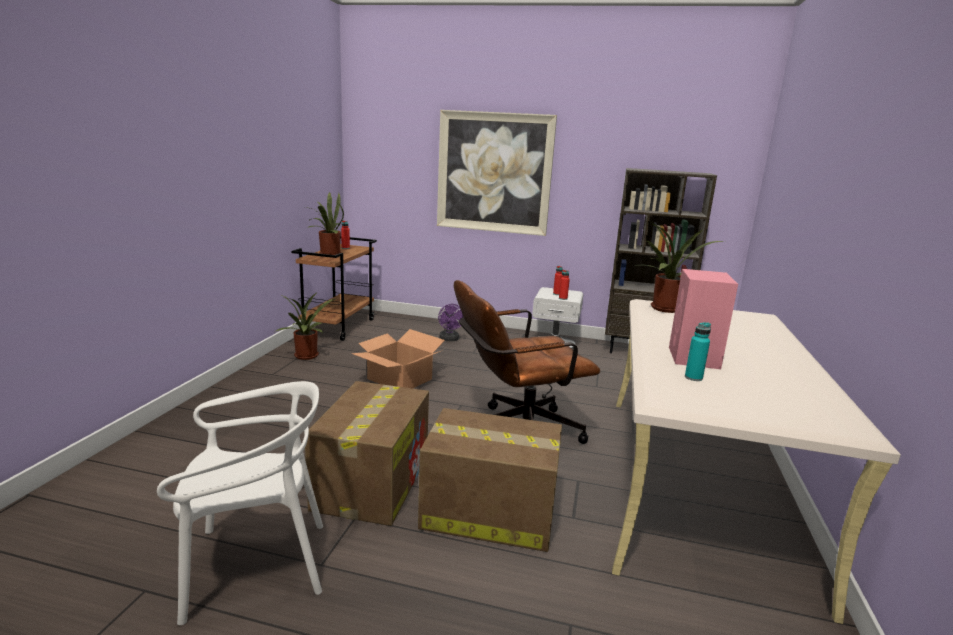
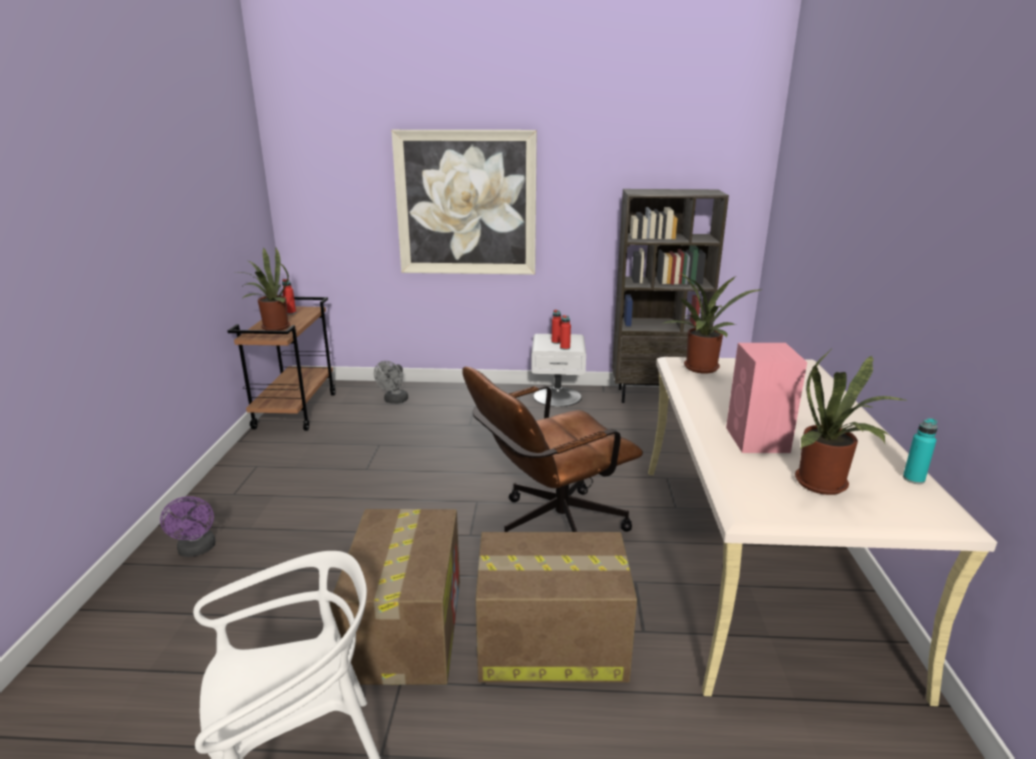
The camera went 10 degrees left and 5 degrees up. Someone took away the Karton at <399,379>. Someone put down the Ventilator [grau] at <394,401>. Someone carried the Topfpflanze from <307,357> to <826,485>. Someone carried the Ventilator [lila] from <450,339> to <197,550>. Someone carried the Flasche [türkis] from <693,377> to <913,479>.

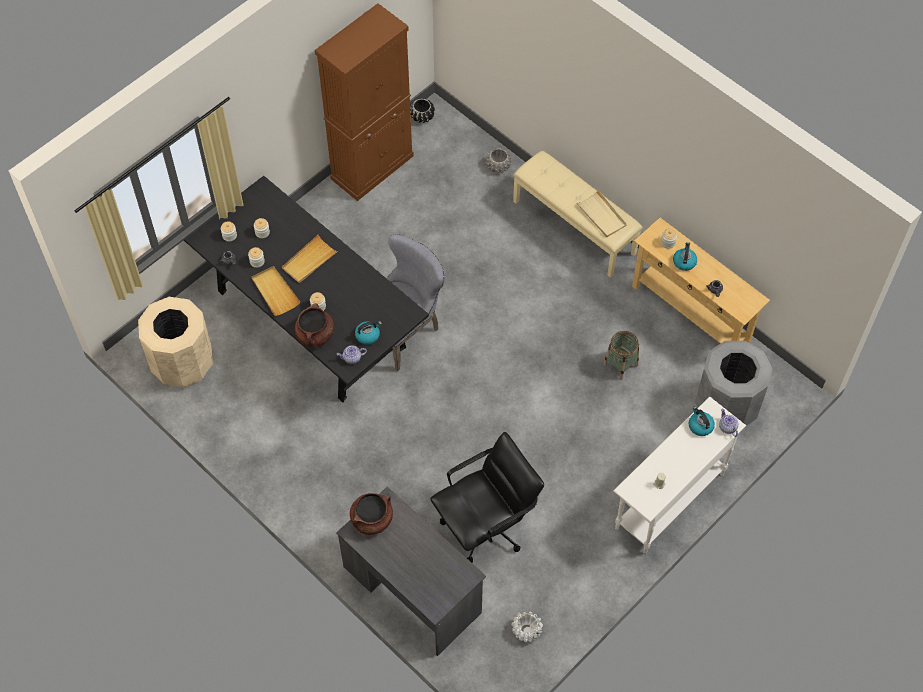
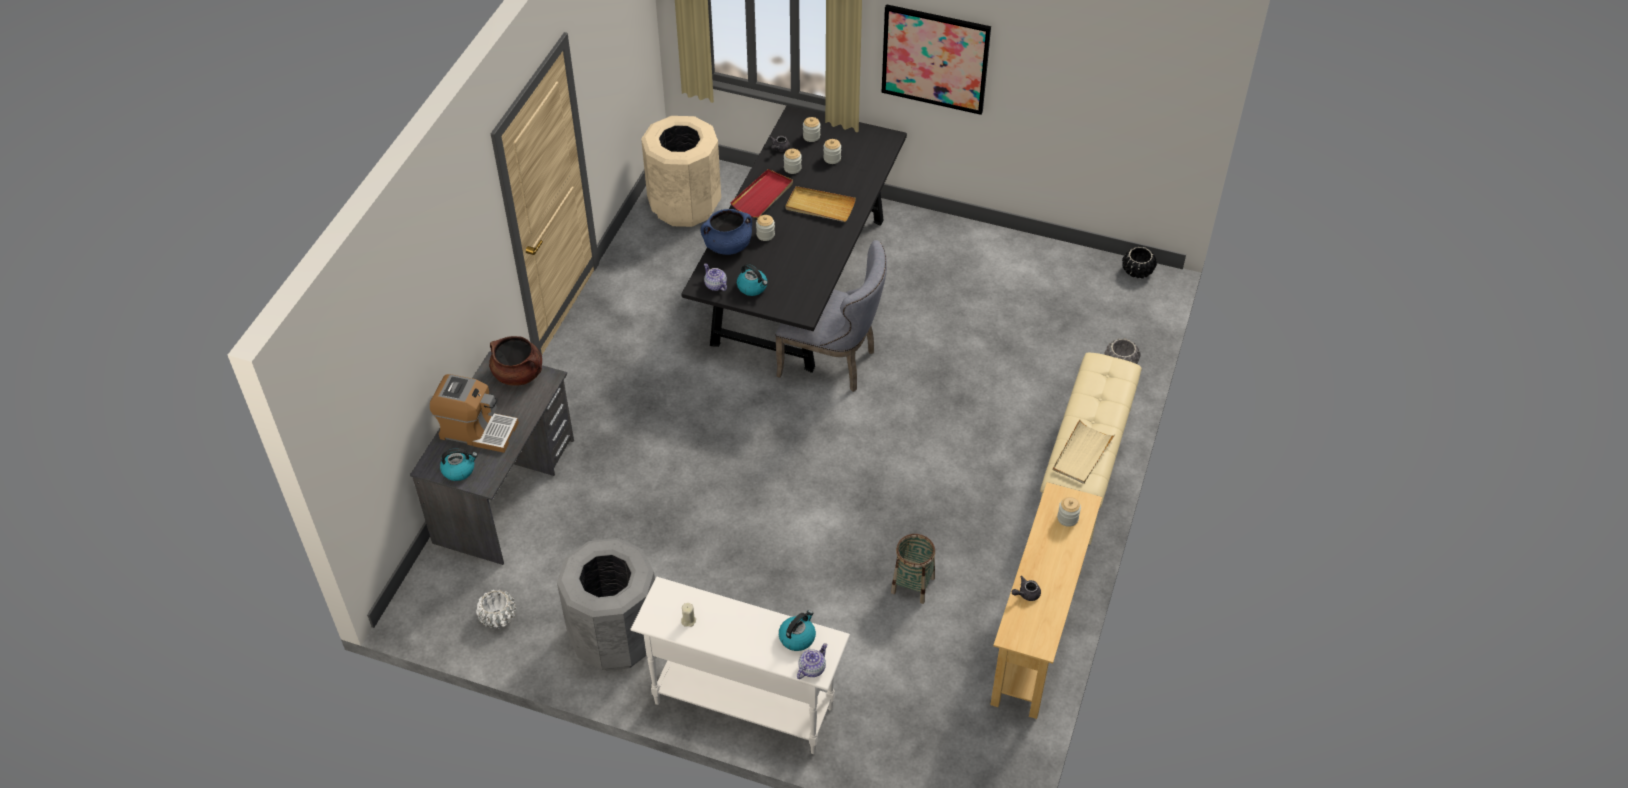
The camera went 65 degrees right and 10 degrees down. Someone took away the Schrank [braun] at <372,167>. Someone took away the Bürostuhl [schwarz] at <486,526>. Someone put down the Kaffeemaschine at <477,430>. Someone put up the Bild at <935,59>. Someone carried the Wasserkessel from <684,262> to <459,470>. Someone carried the Mülleimer [grau] from <726,407> to <615,638>. Someone repainted the Tablett [beige] at <275,292>, which became the Tablett [rot] at <763,195>. Someone repainted the Kochtopf [braun] at <315,335>, which became the Kochtopf [blau] at <727,246>.

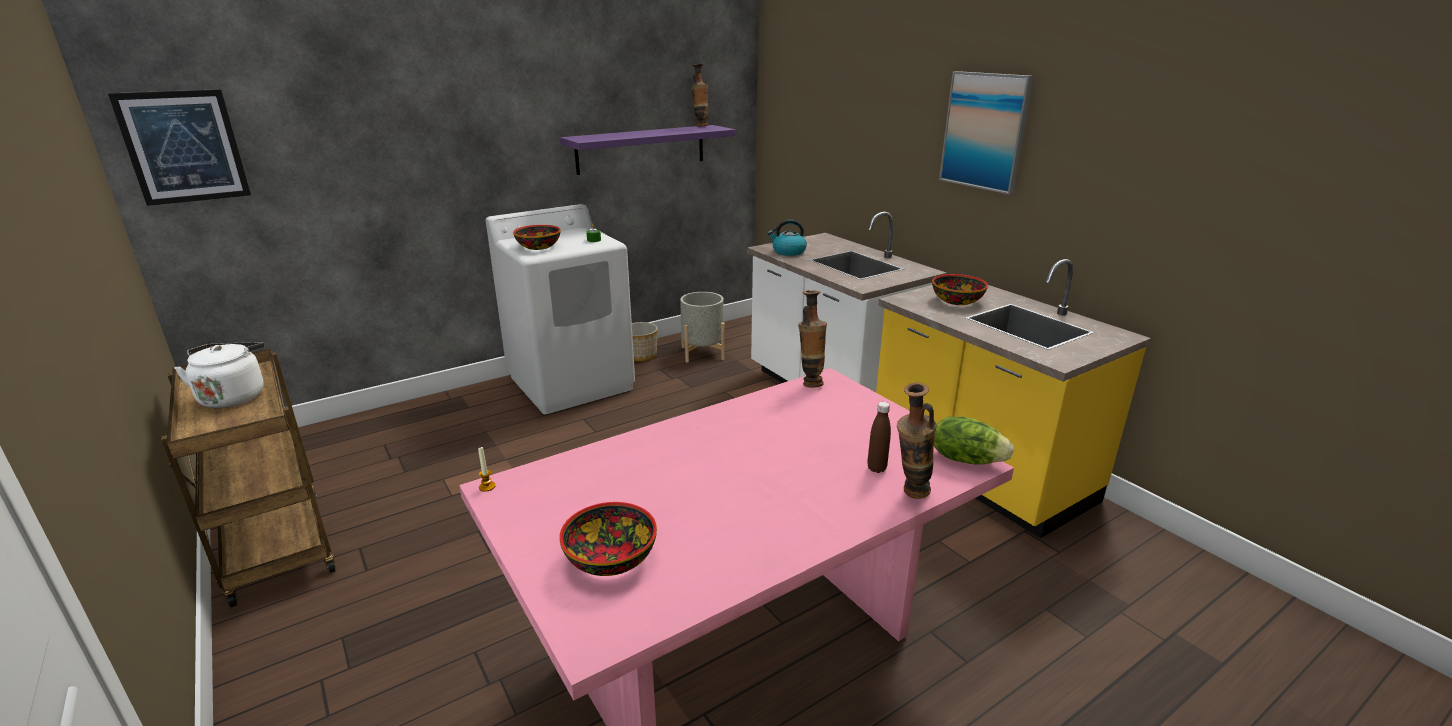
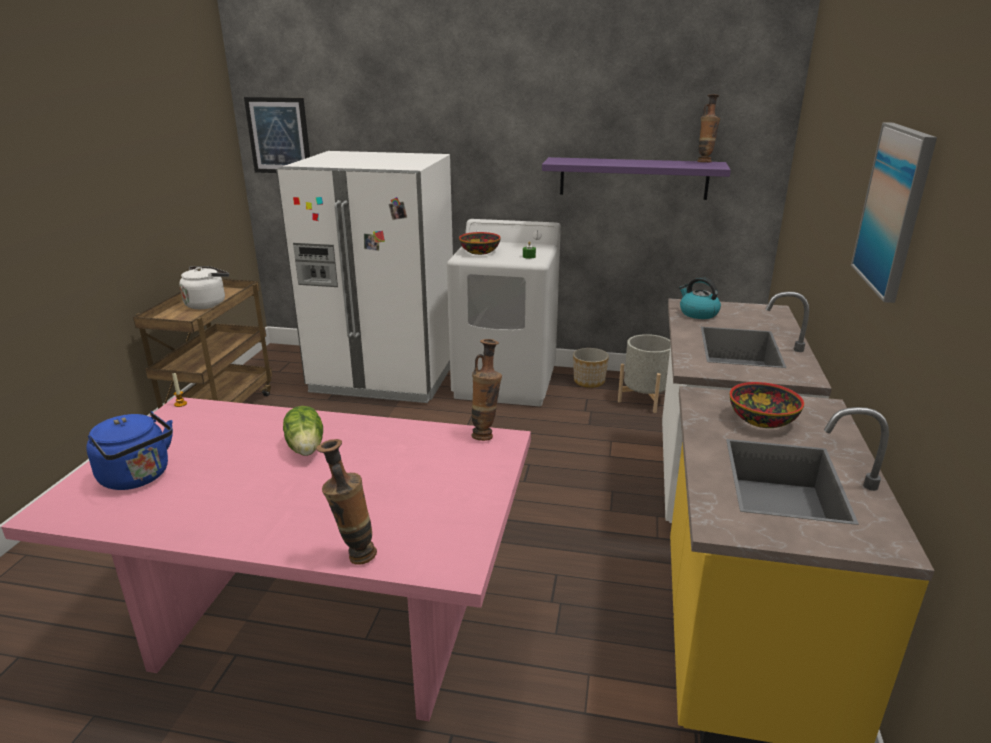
The camera went 45 degrees right and 0 degrees up. Someone took away the Flasche [braun] at <876,468>. Someone put down the Kühlschrank [weiß] at <384,377>. Someone carried the Salatkopf from <966,459> to <306,447>. Someone swapped the Schüssel at <612,558> for the Wasserkessel [blau] at <138,477>.

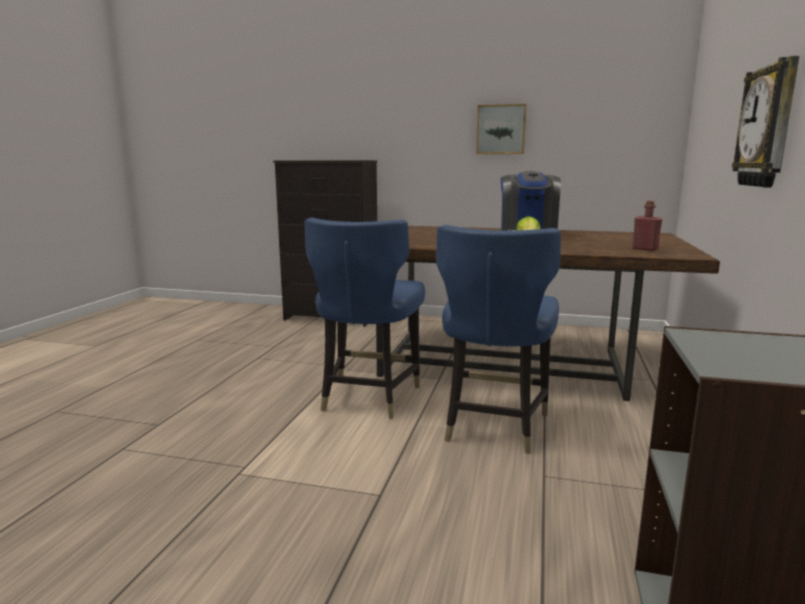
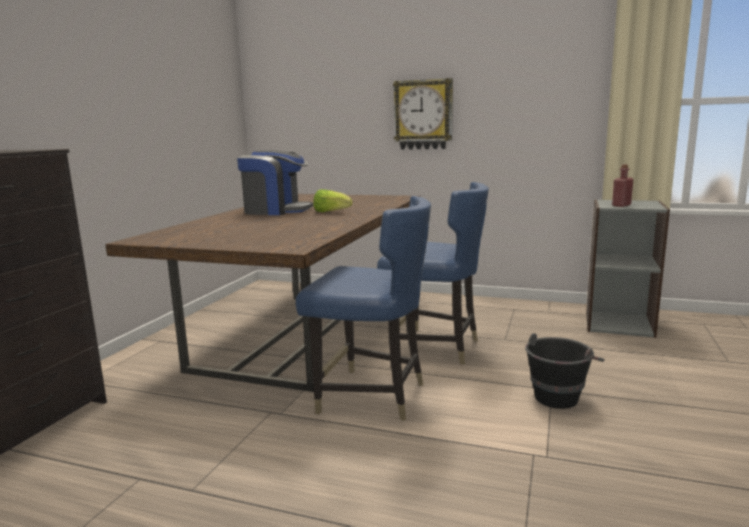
The camera went 85 degrees left and 0 degrees up. Someone took away the Bild at <501,129>. Someone put down the Eimer [schwarz] at <560,395>. Someone carried the Flasche [rot] from <645,249> to <621,205>.

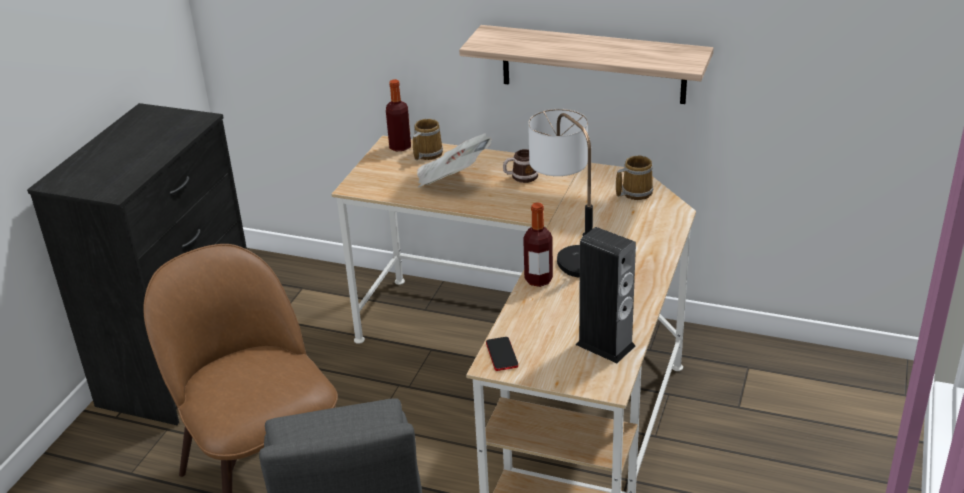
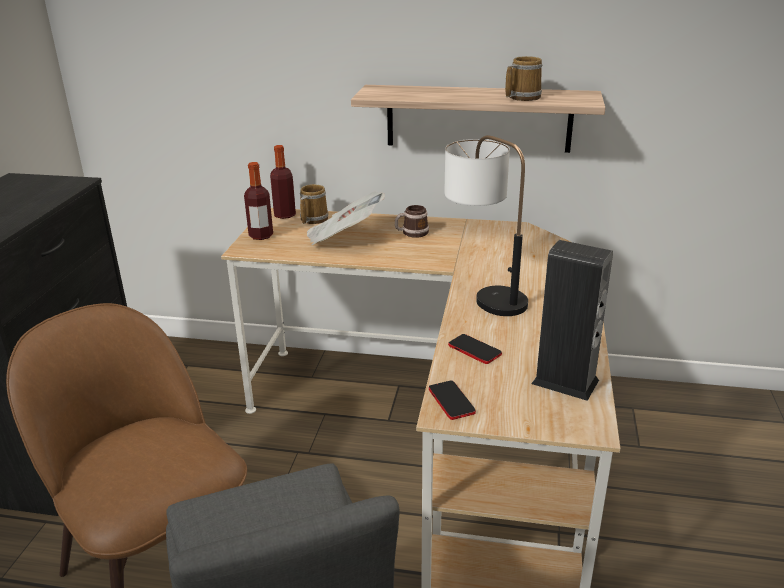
The camera went 10 degrees left and 5 degrees down. Someone put down the Handy at <474,350>. Someone carried the Flasche from <538,280> to <261,236>. Someone carried the Henkelbecher from <634,192> to <522,97>.

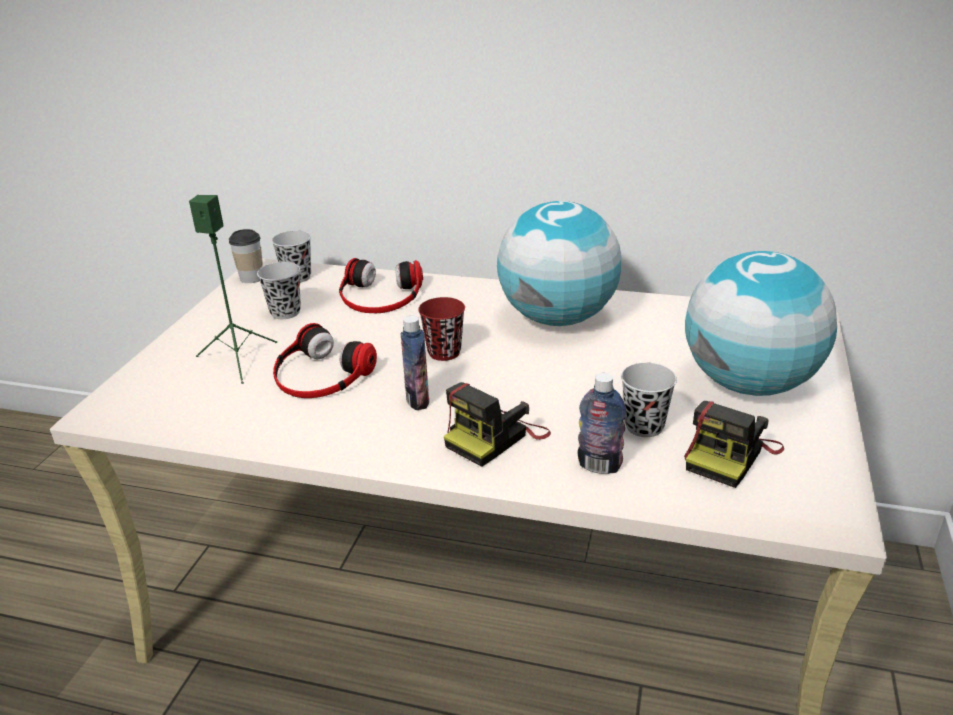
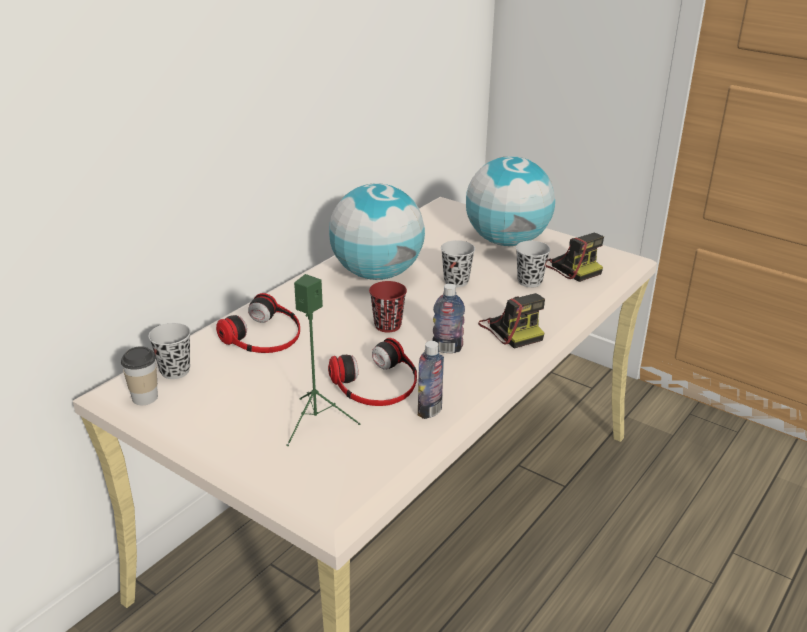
The camera went 70 degrees left and 0 degrees up. Someone carried the Tasse [schwarz] from <285,312> to <456,281>. Someone carried the Flasche from <599,466> to <429,411>.

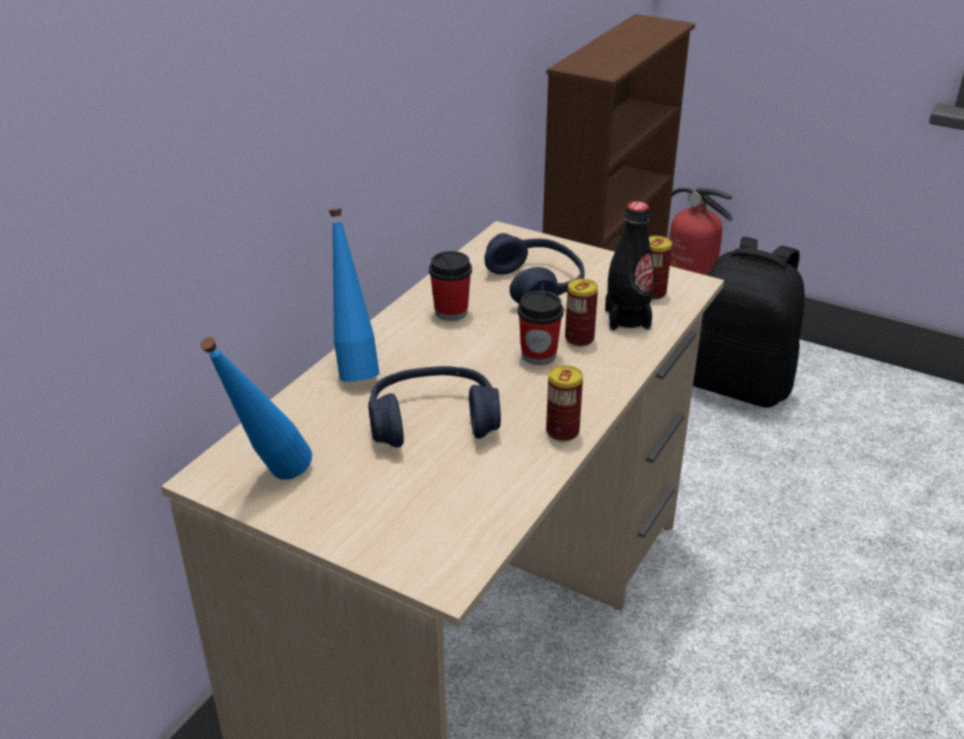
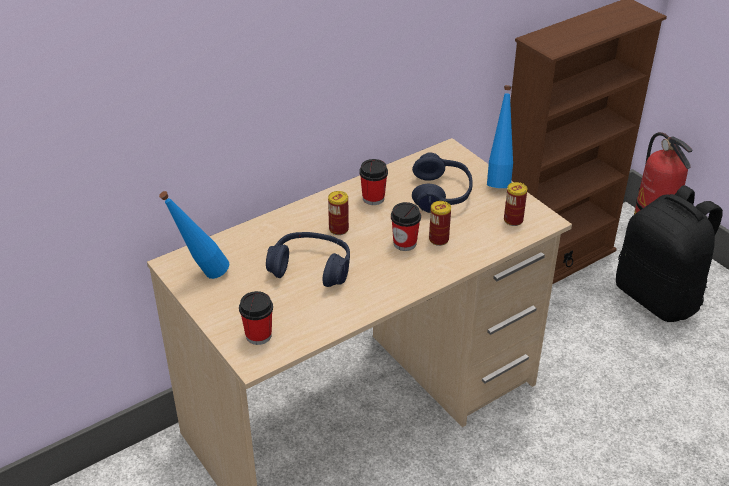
The camera went 25 degrees right and 5 degrees up. Someone took away the Flasche [schwarz] at <627,319>. Someone put down the Tasse at <258,335>. Someone carried the Flasche [blau] from <354,369> to <498,180>. Someone carried the Dose from <562,431> to <338,229>.

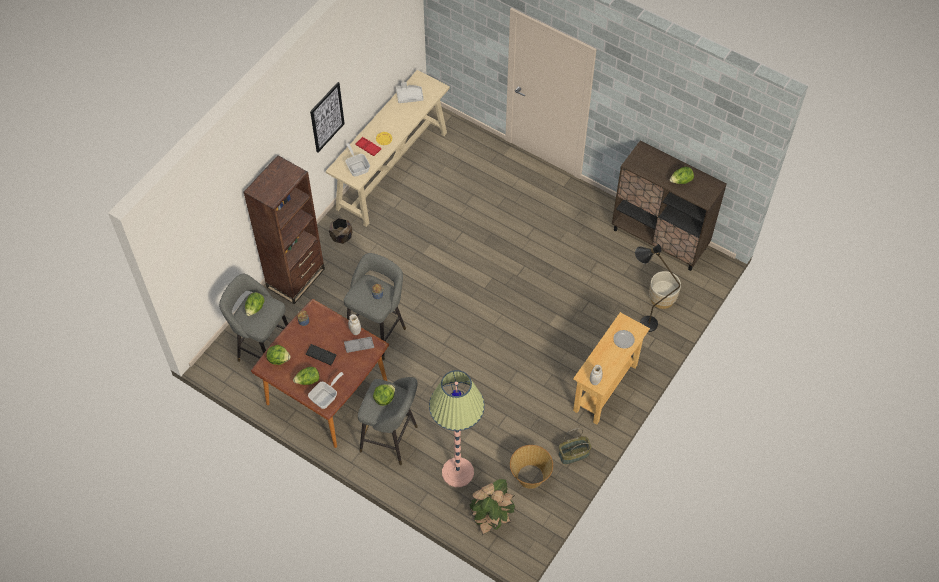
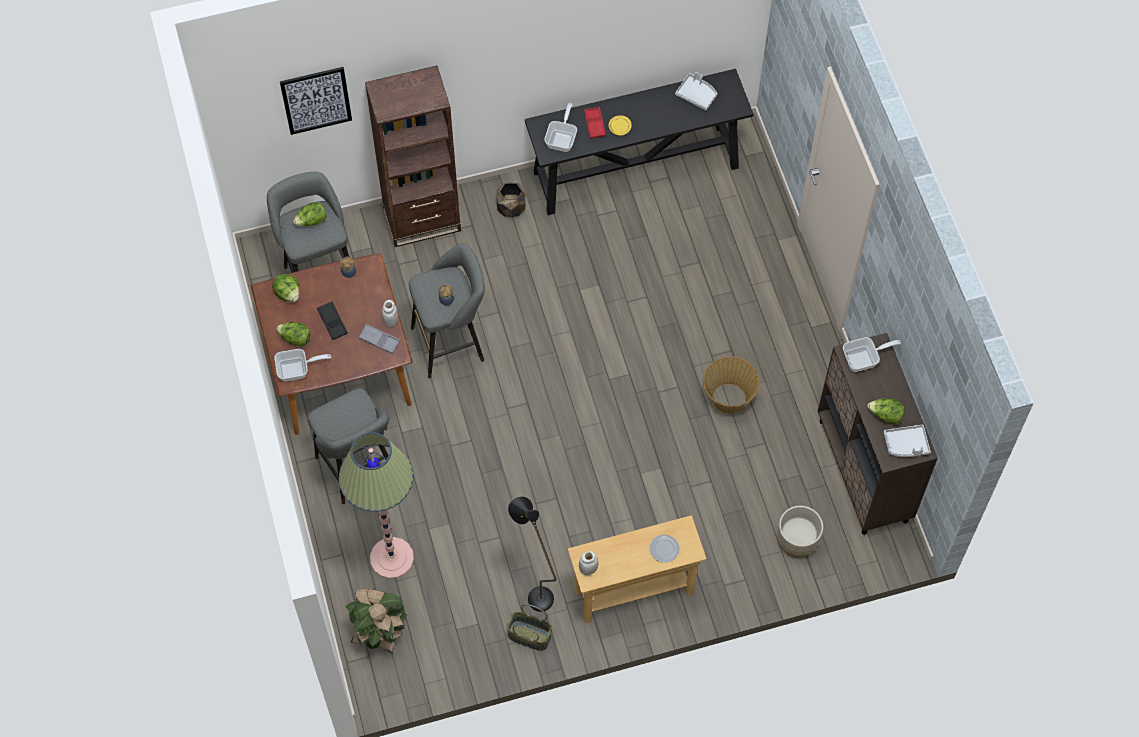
The camera went 40 degrees right and 5 degrees up. Someone took away the Salatkopf at <384,398>. Someone put down the Pfanne at <864,359>. Someone put down the Tablett [grau] at <906,444>. Someone carried the Bild from <327,117> to <316,100>. Someone carried the Korb from <530,477> to <728,399>. Someone carried the Stehlampe [schwarz] from <642,323> to <534,592>. Someone repainted the Konsolentisch [beige] at <392,170>, which became the Konsolentisch [schwarz] at <637,169>.

